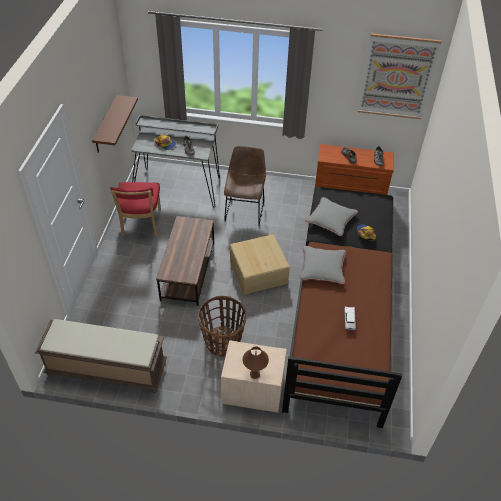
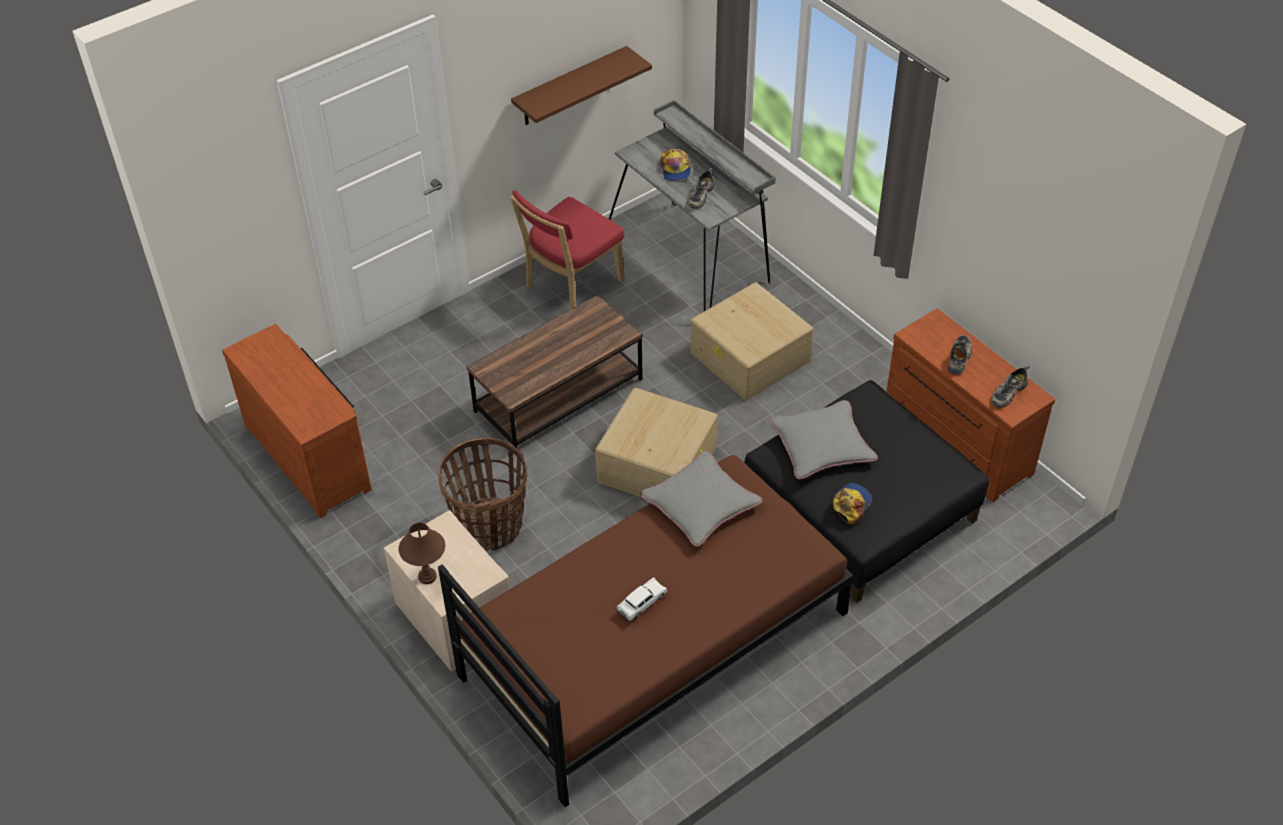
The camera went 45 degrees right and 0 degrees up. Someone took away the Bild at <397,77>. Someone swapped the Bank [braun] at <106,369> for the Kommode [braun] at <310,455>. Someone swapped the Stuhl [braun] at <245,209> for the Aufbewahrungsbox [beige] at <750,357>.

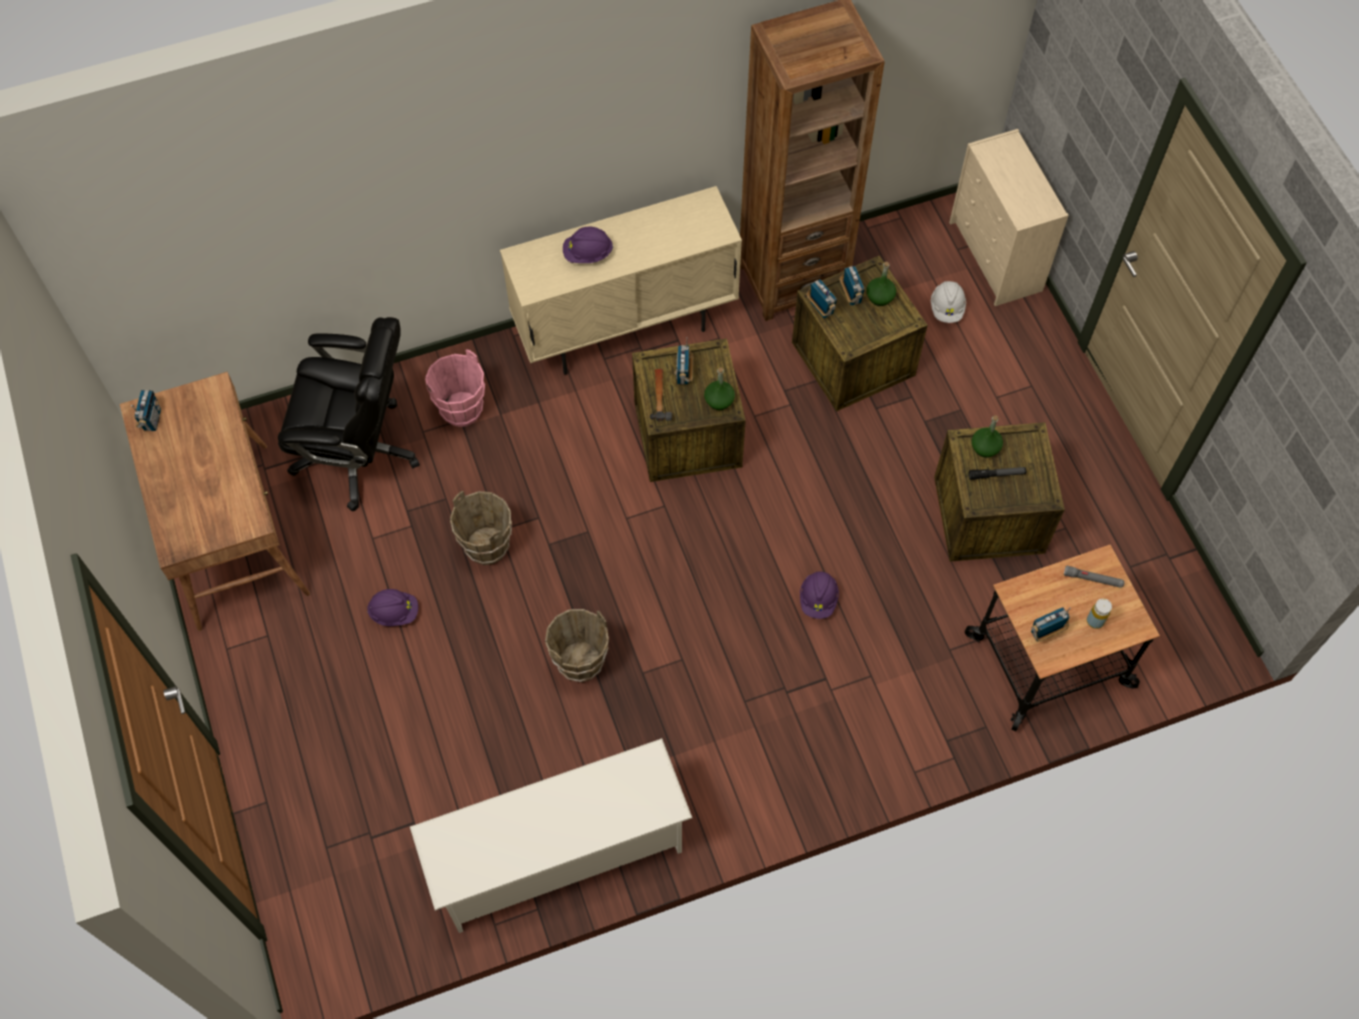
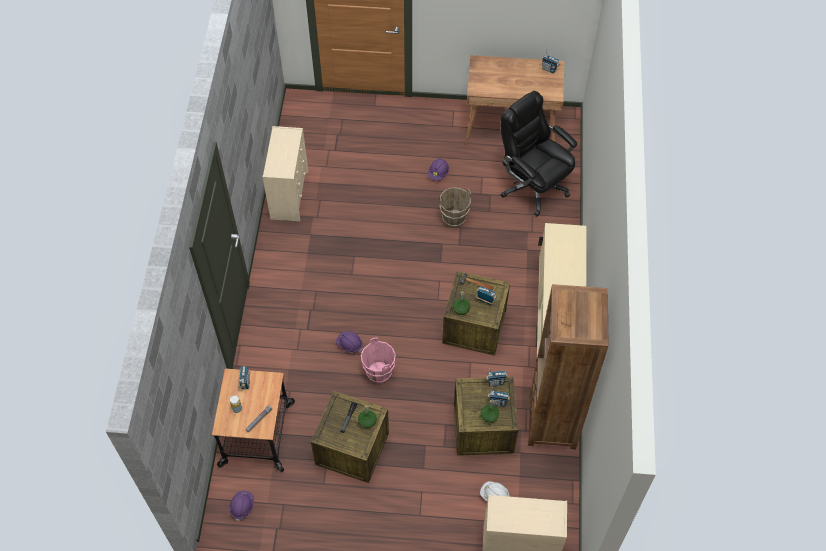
The camera went 115 degrees right and 5 degrees down. Someone took away the Eimer [braun] at <580,662>. Someone carried the Eimer [rosa] from <462,410> to <378,373>. Someone carried the Schutzhelm [lila] from <588,254> to <242,507>. Someone swapped the Schuhregal [weiß] at <558,854> for the Kommode [beige] at <289,194>. Someone rotated the Bürostuhl [schwarz] at <359,452> by 105 degrees clockwise.

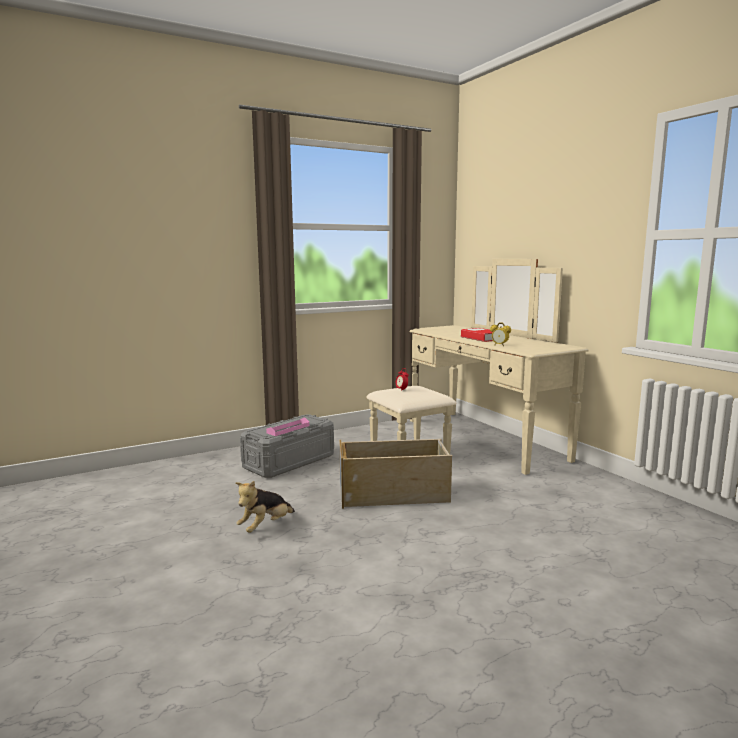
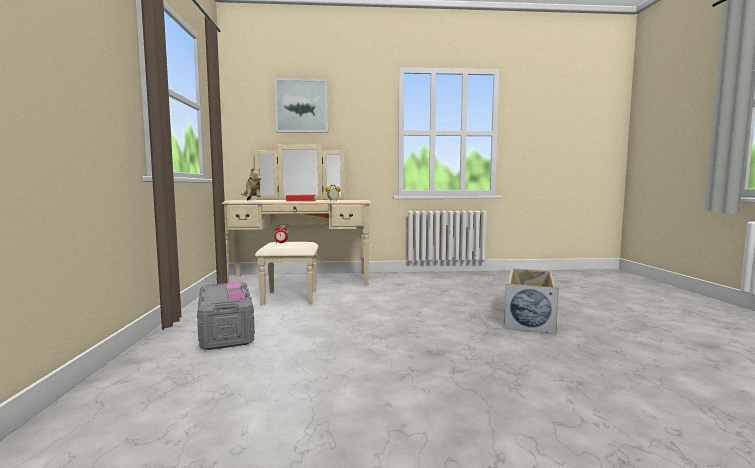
The camera went 65 degrees left and 5 degrees down. Someone put up the Bild at <302,106>. Someone carried the Plüschtier from <265,527> to <252,201>. Someone carried the Aufbewahrungsbox [beige] from <394,494> to <529,316>.

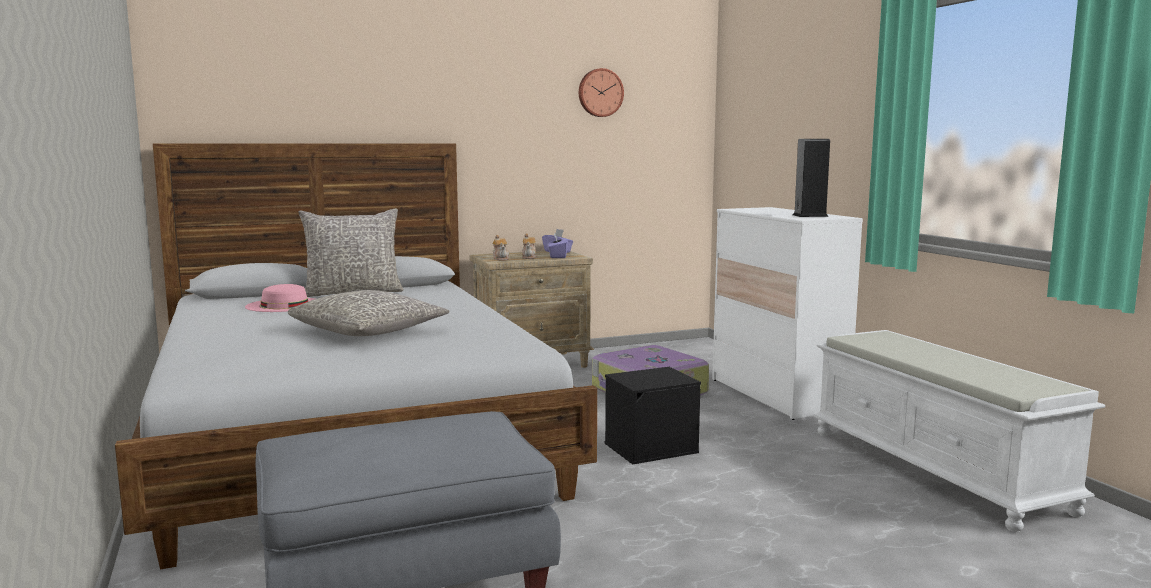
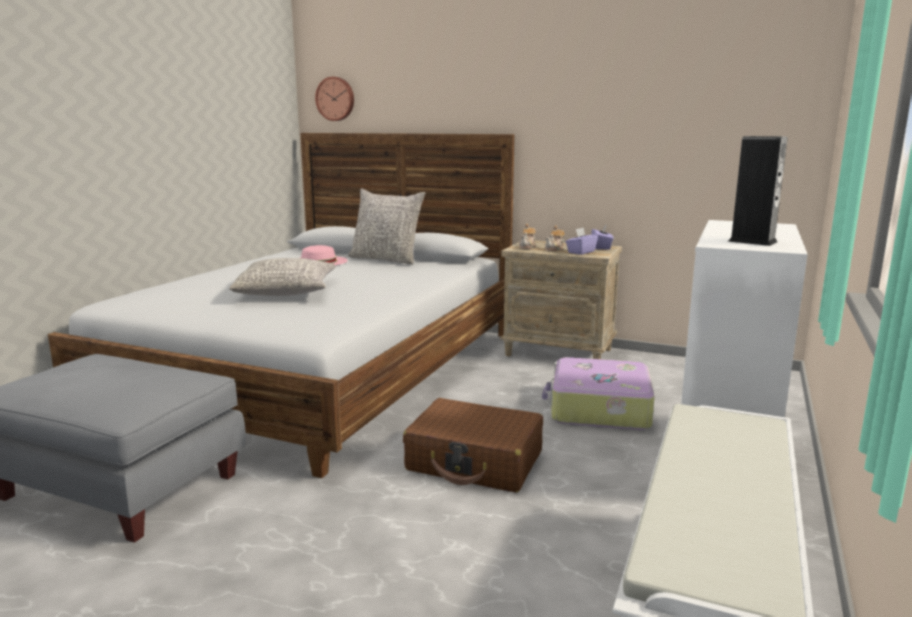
The camera went 45 degrees right and 5 degrees up. Someone carried the Wanduhr from <600,93> to <336,99>. Someone swapped the Aufbewahrungsbox [schwarz] at <651,447> for the Koffer [braun] at <475,461>.

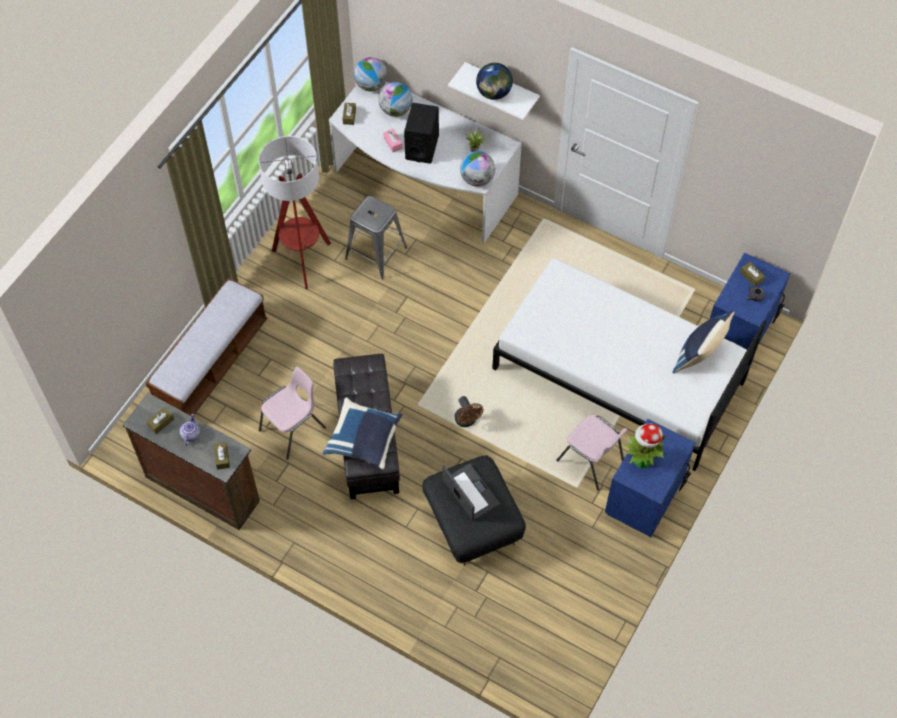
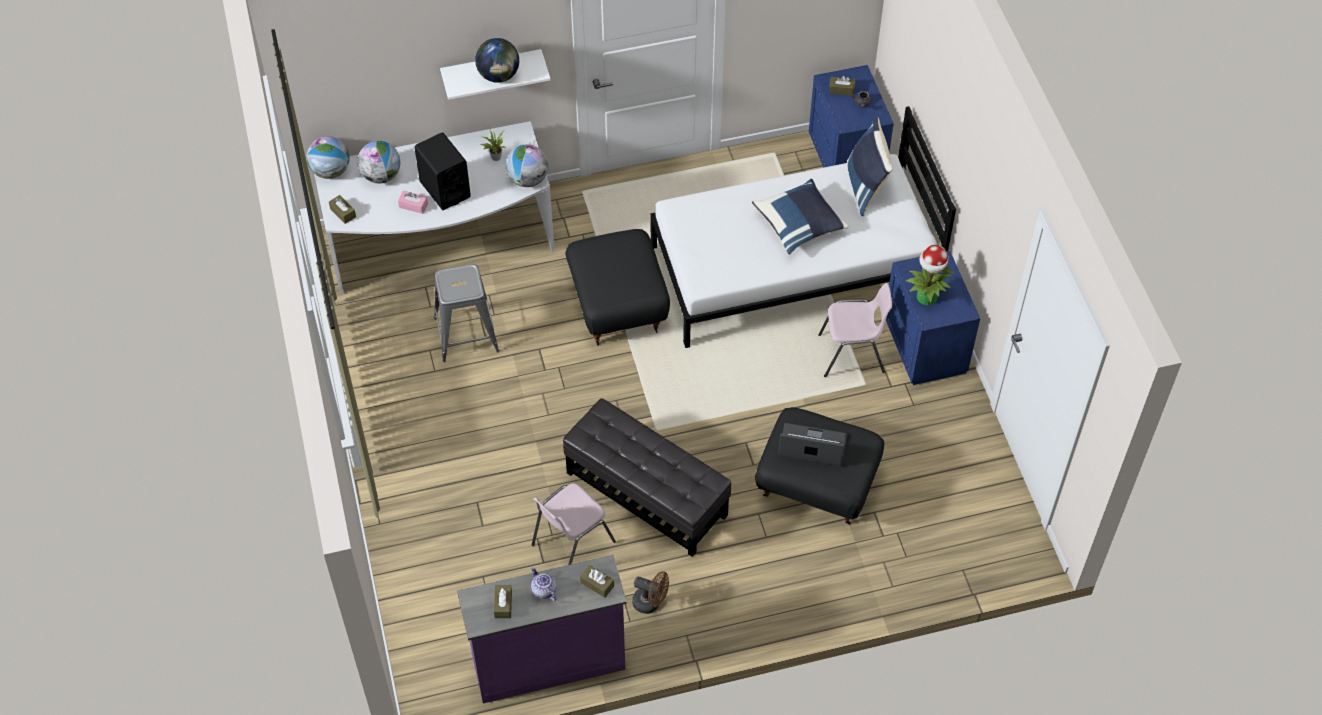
The camera went 45 degrees left and 5 degrees down. Someone took away the Bank at <212,364>. Someone took away the Stehlampe at <303,260>. Someone put down the Polsterhocker [schwarz] at <619,305>. Someone carried the Kissen [blau] from <364,440> to <799,225>. Someone carried the Ventilator [braun] from <467,421> to <651,603>. Someone repainted the Kommode [braun] at <203,487>, which became the Kommode [lila] at <547,663>. Someone rotated the Stuhl [rosa] at <294,429> by 135 degrees counterclockwise.

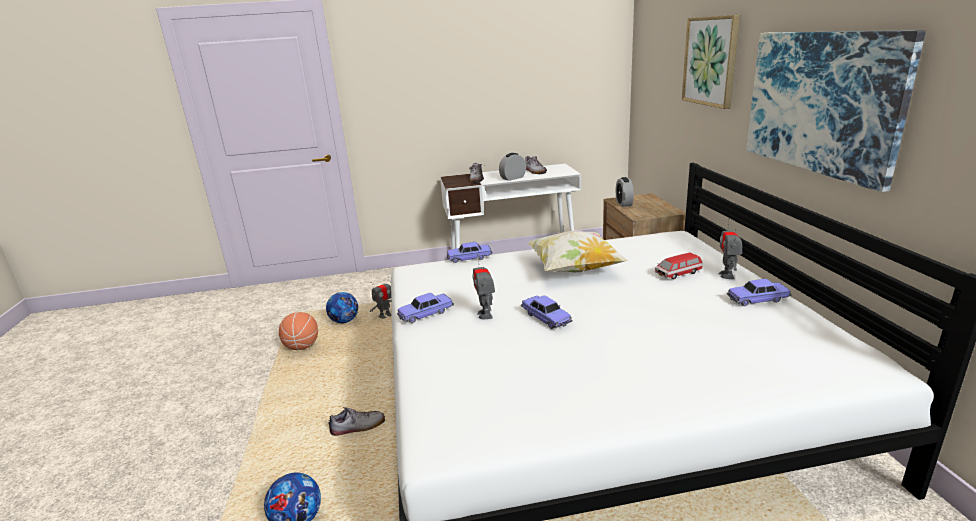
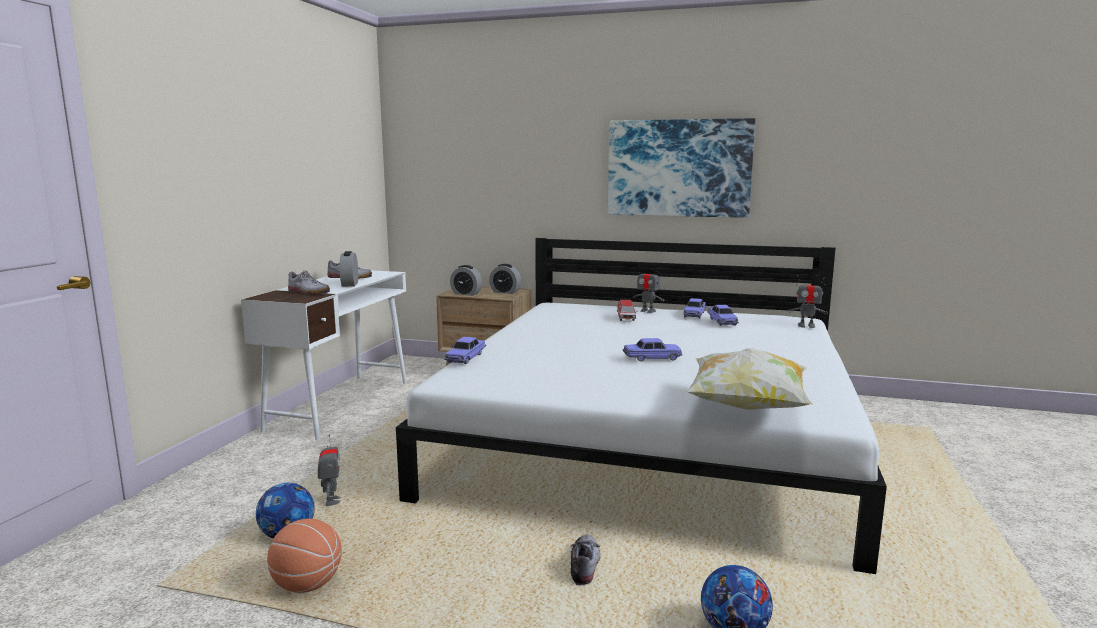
The camera went 65 degrees left and 10 degrees down. Someone took away the Bild at <711,61>. Someone put down the Wecker at <505,292>. Someone carried the Spielzeugauto from <426,313> to <722,321>. Someone carried the Spielzeugroboter from <485,314> to <806,326>. Someone carried the Kissen from <574,269> to <746,407>.

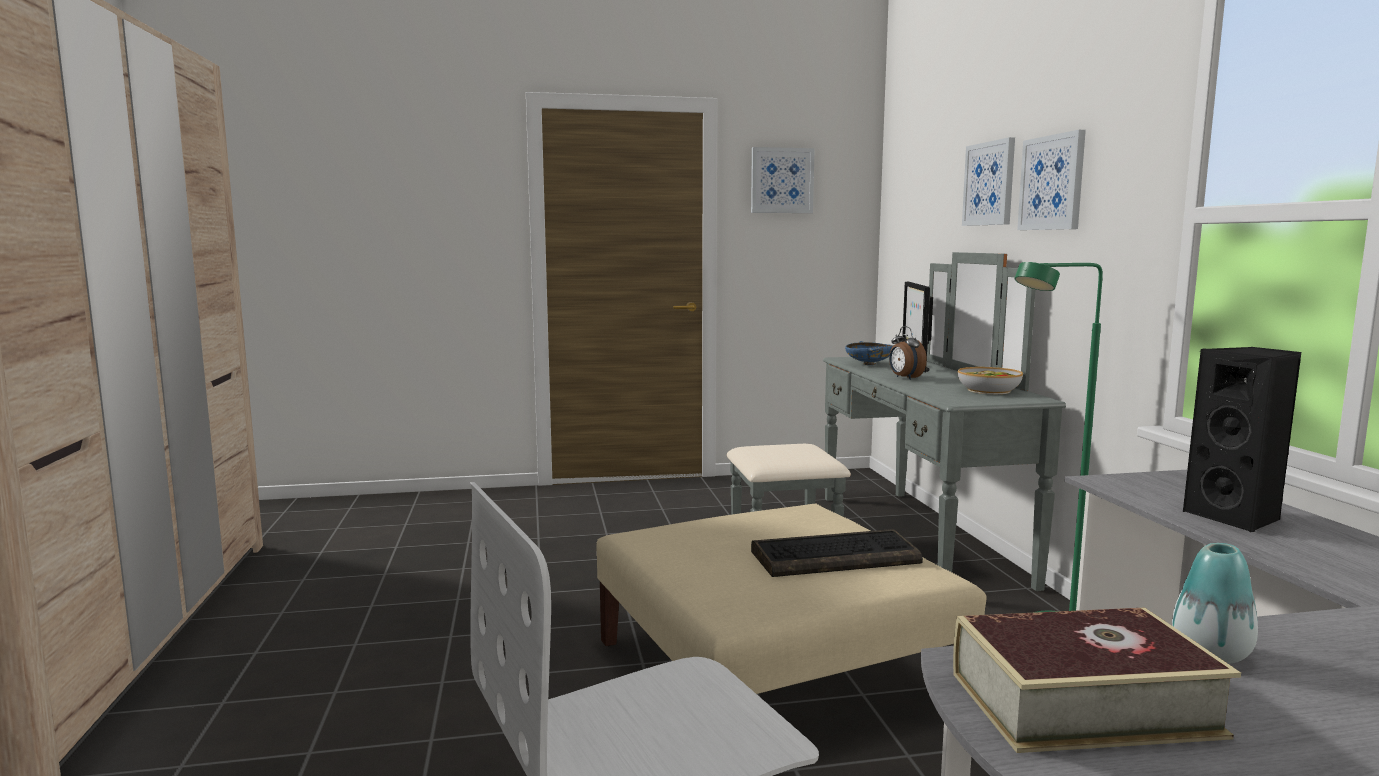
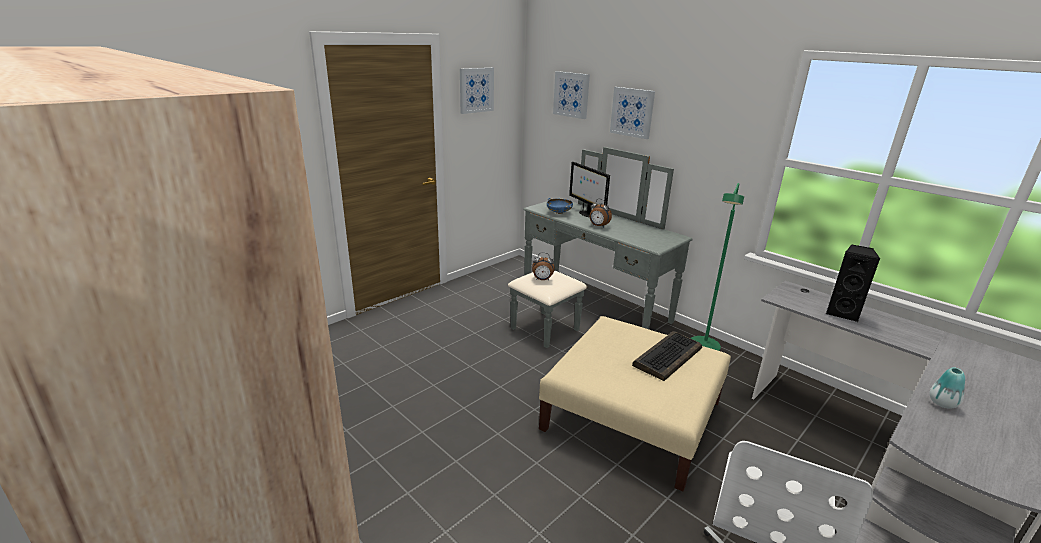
The camera went 35 degrees left and 15 degrees up. Someone took away the Buch at <1082,704>. Someone took away the Schüssel at <989,390>. Someone put down the Wecker at <542,280>. Someone carried the Bild from <1052,183> to <571,94>.

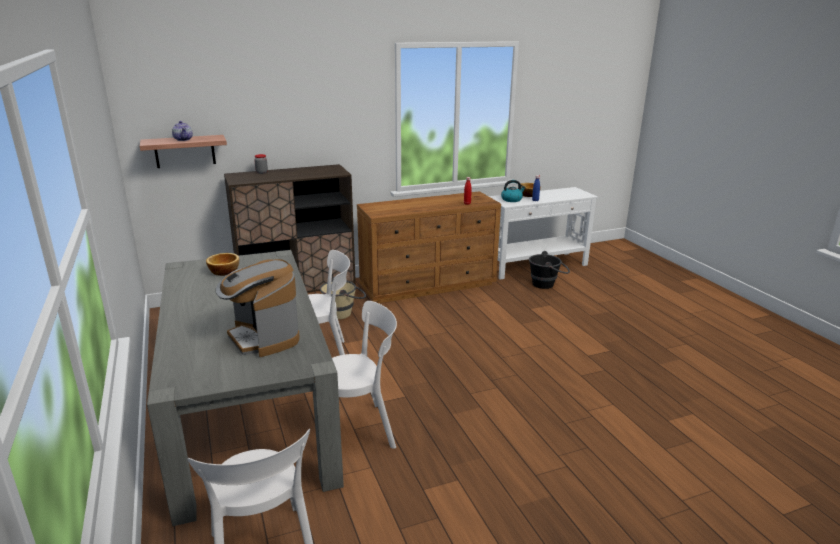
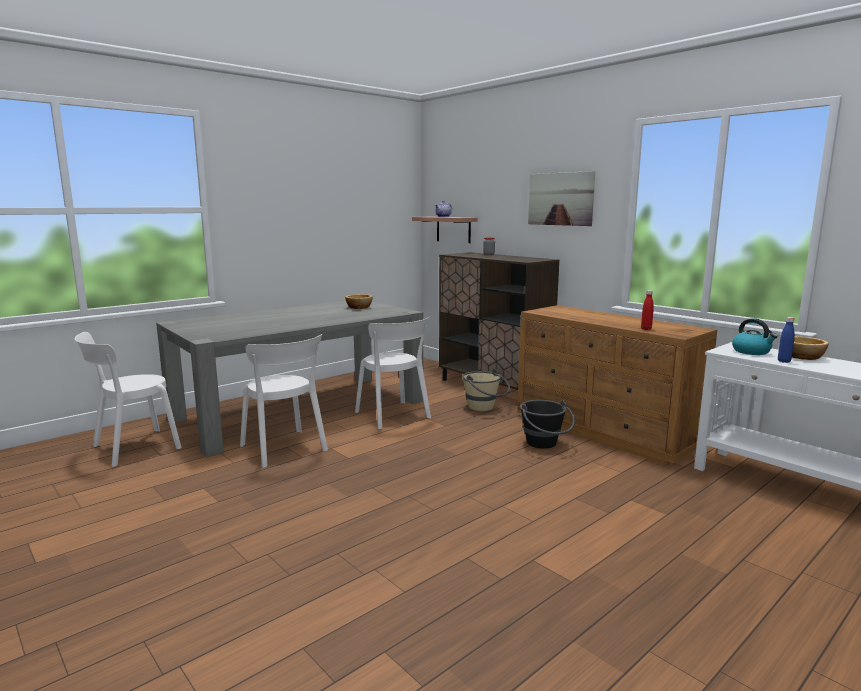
The camera went 70 degrees right and 10 degrees down. Someone took away the Kaffeemaschine at <263,338>. Someone put up the Bild at <560,199>. Someone carried the Eimer [schwarz] from <547,284> to <544,445>.

